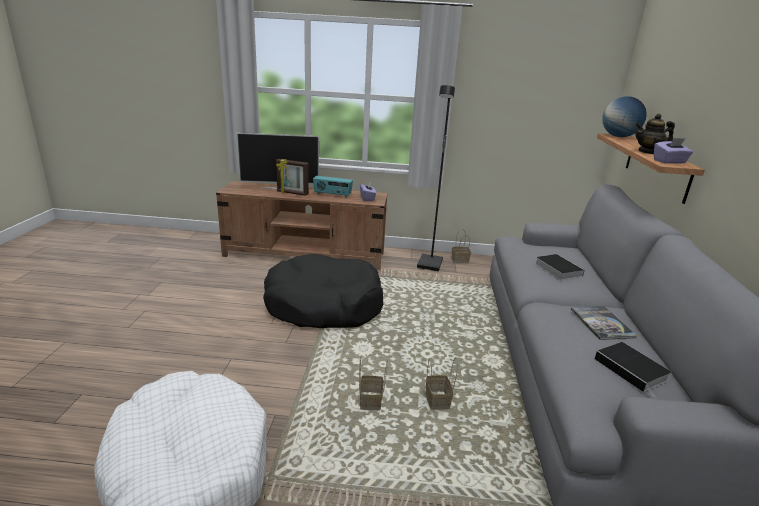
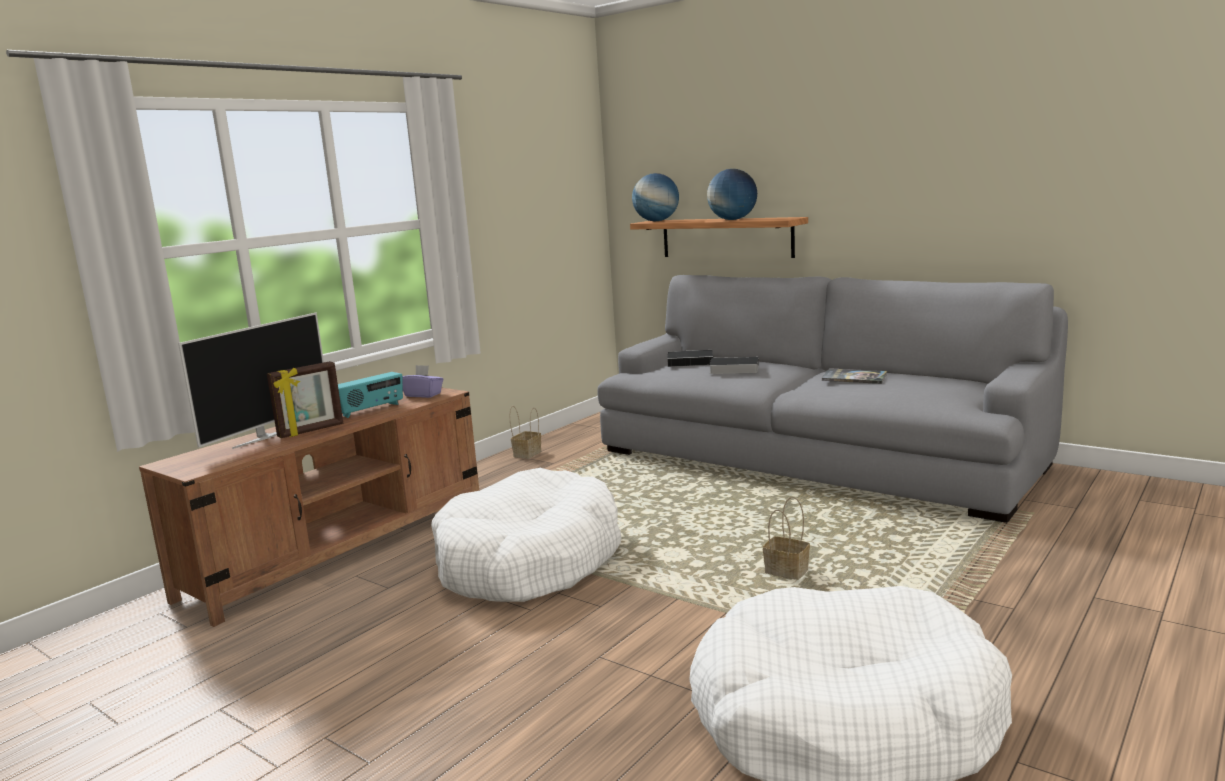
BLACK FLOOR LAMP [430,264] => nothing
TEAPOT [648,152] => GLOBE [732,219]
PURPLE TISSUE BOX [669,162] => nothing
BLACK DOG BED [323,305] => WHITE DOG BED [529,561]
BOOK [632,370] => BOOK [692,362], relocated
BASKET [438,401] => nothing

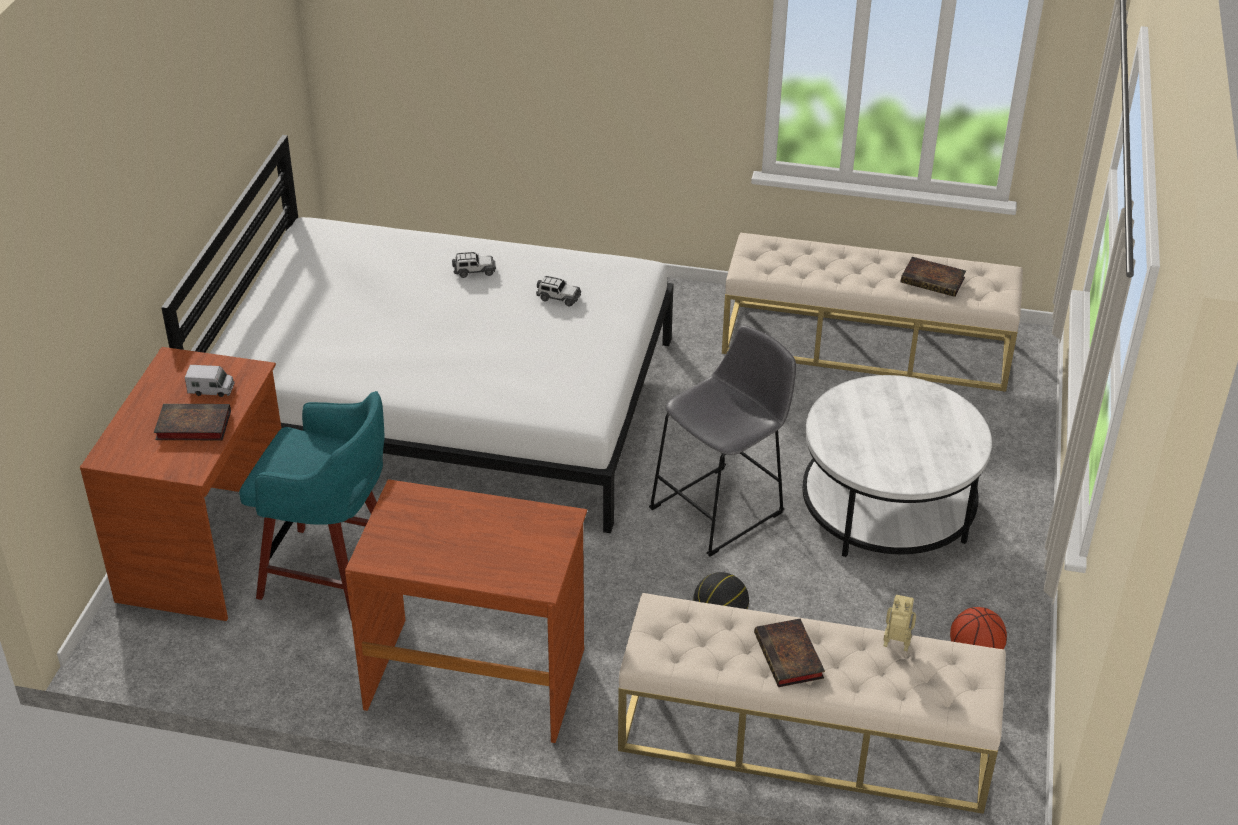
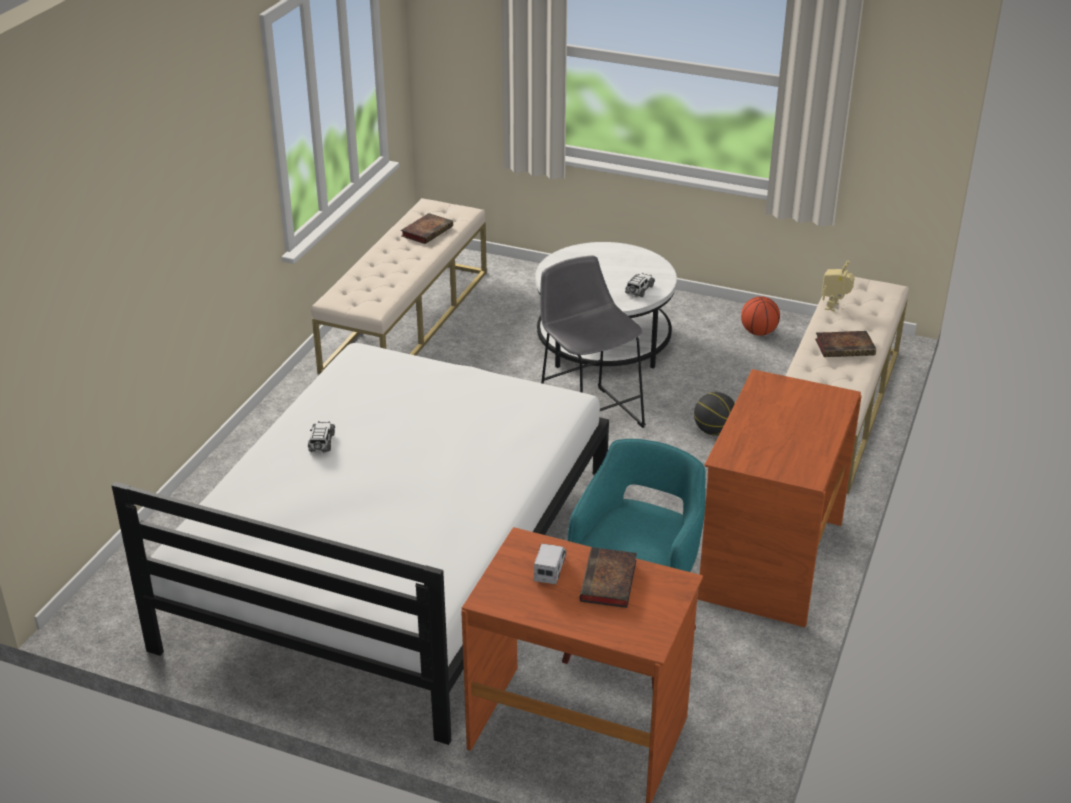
TOY CAR [558,298] => TOY CAR [639,290], relocated

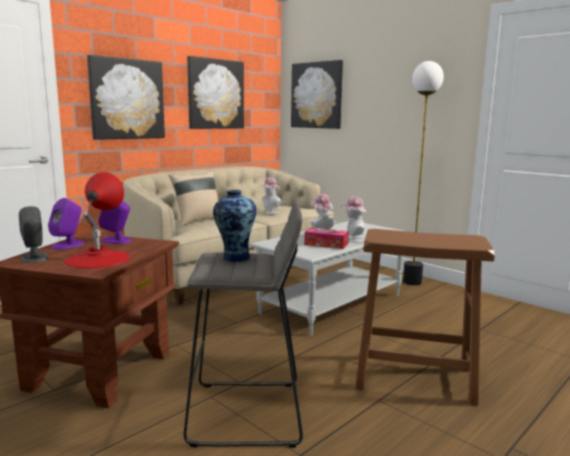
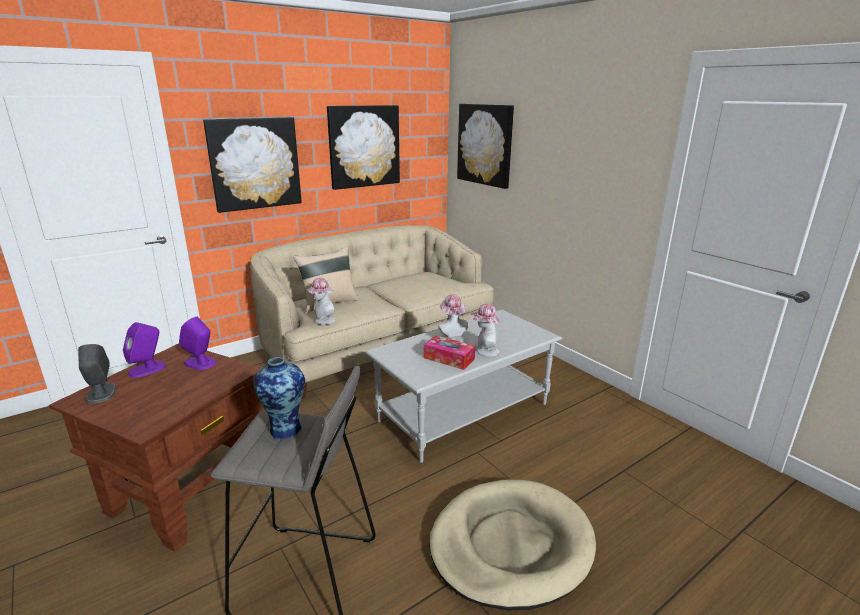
FLOOR LAMP [412,282] => nothing
RED TABLE LAMP [97,259] => nothing
HAT [270,212] => HAT [323,321], relocated
BROWN STOOL [413,377] => BEIGE DOG BED [510,545]

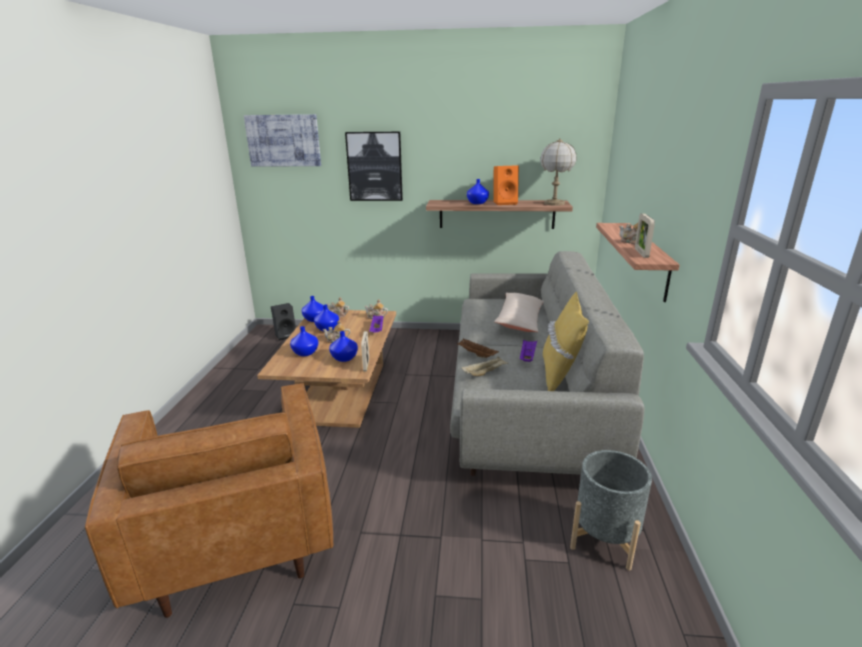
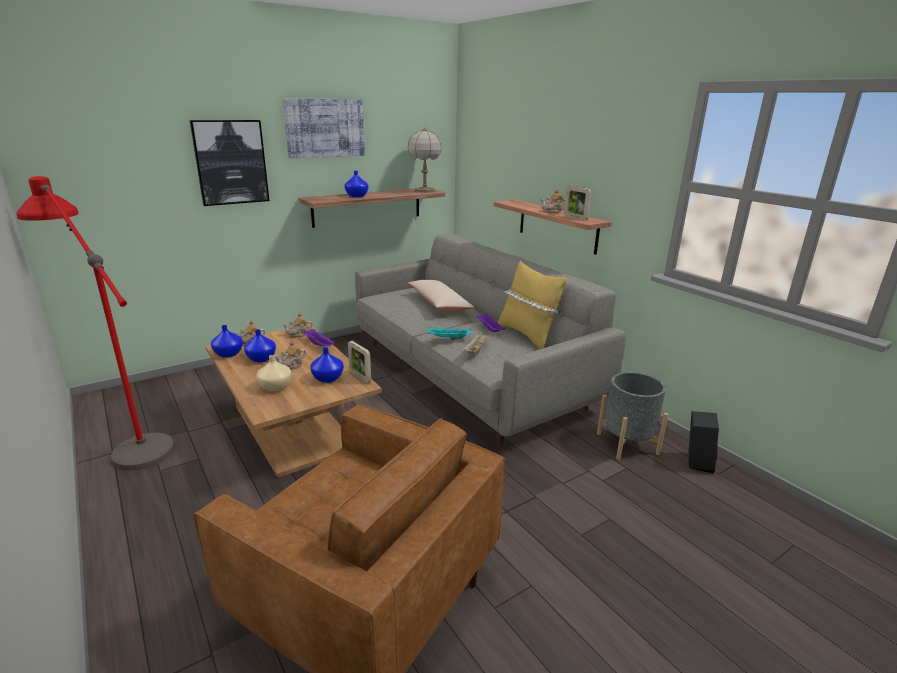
PICTURE [283,140] => PICTURE [325,128], relocated
ORANGE SPEAKER [505,203] => nothing
BLACK SPEAKER [286,335] => BLACK SPEAKER [696,461], relocated
BLUE VASE [305,353] => BEIGE VASE [275,387]
BROWN TRAY [476,354] => TURQUOISE TRAY [448,338]
nothing => RED FLOOR LAMP [127,437]

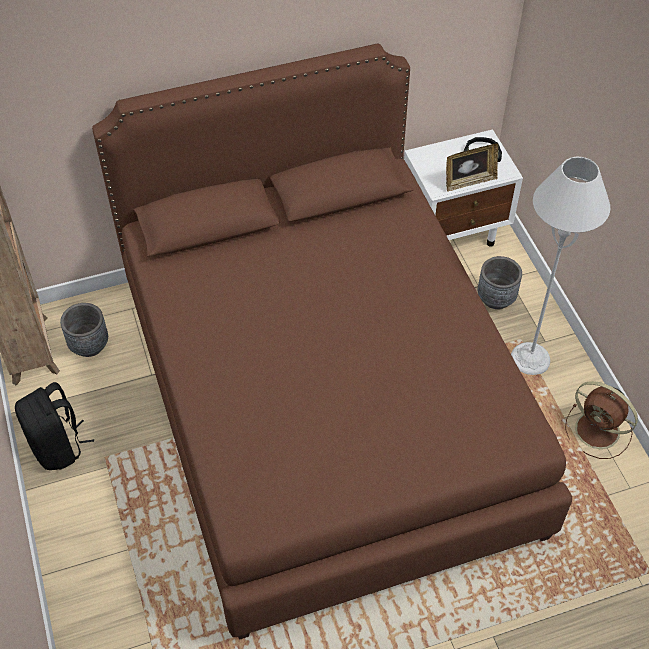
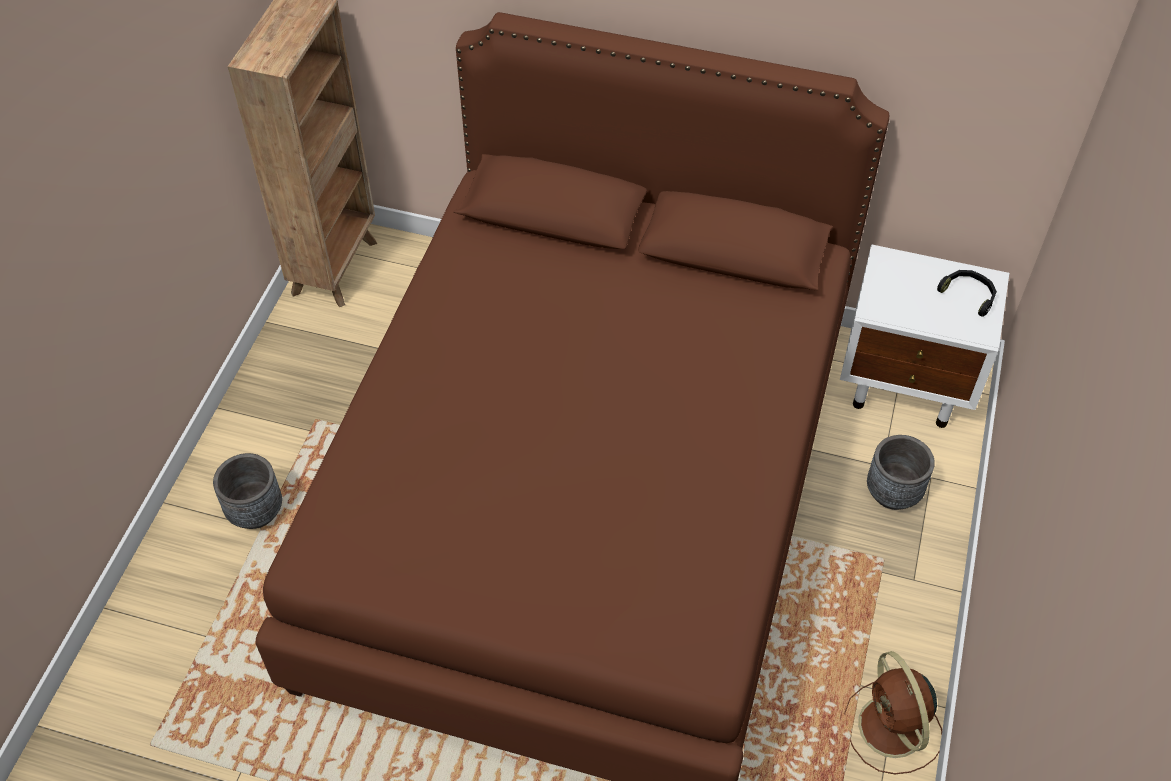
PICTURE FRAME [469,181] => nothing
GREY FLOOR LAMP [530,359] => nothing
GREY PLANTER [89,345] => GREY PLANTER [255,511], relocated
BLACK BACKPACK [58,446] => nothing

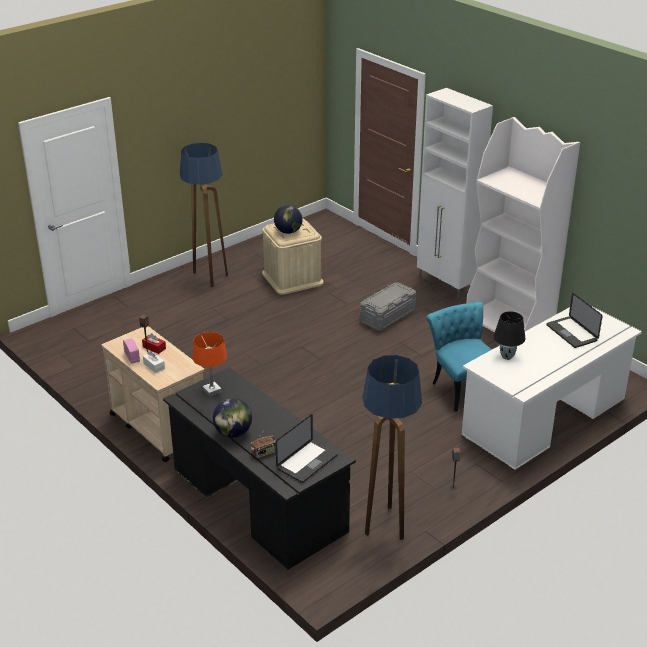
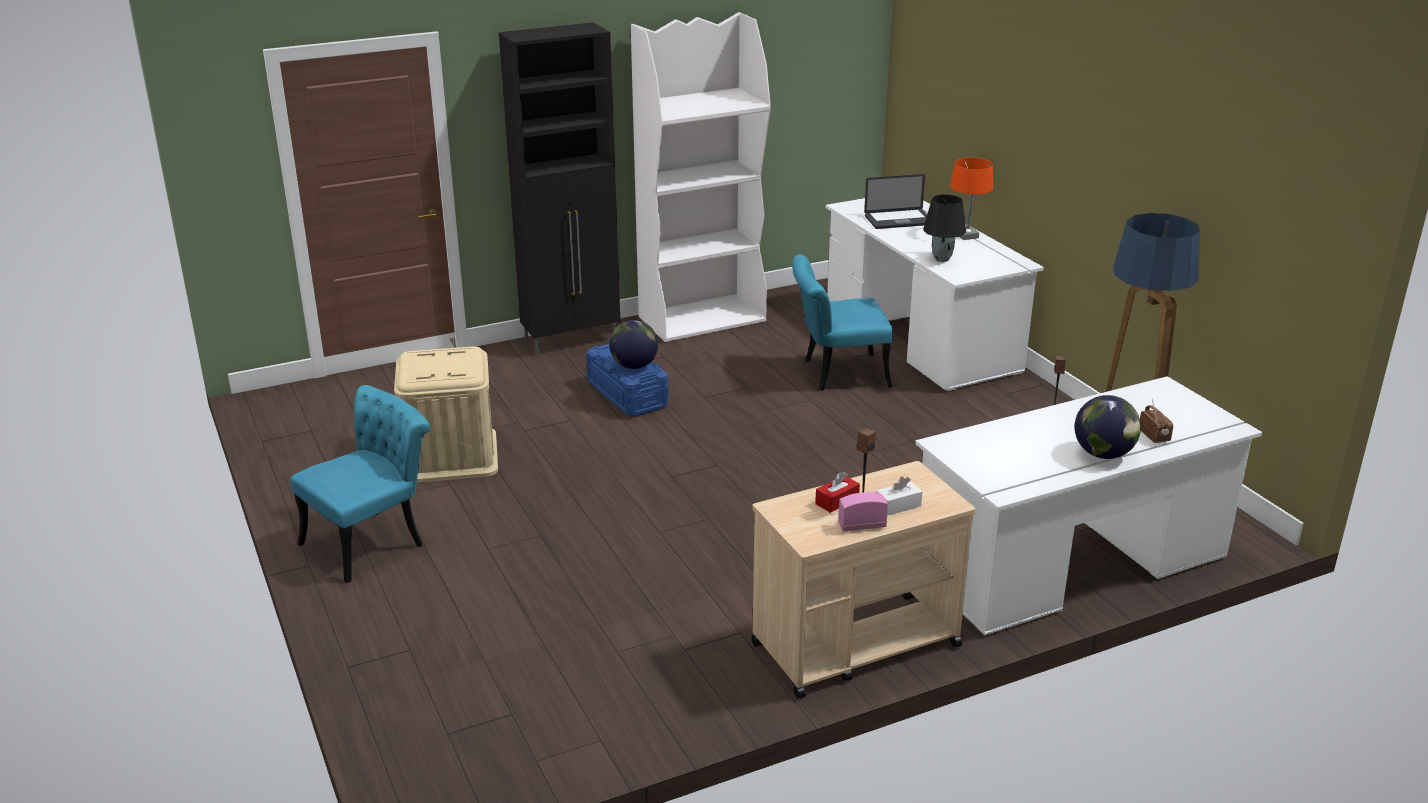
WHITE CABINET [446,285] => BLACK CABINET [572,340]
FLOOR LAMP [208,277] => TURQUOISE CHAIR [373,540]
GLOBE [288,231] => GLOBE [634,366], relocated
GREY STORAGE BOX [387,316] => BLUE STORAGE BOX [627,394]
ORANGE TABLE LAMP [212,391] => ORANGE TABLE LAMP [967,236], relocated
BLACK DESK [258,501] => WHITE DESK [1071,565]
LAPTOP [307,462] => nothing

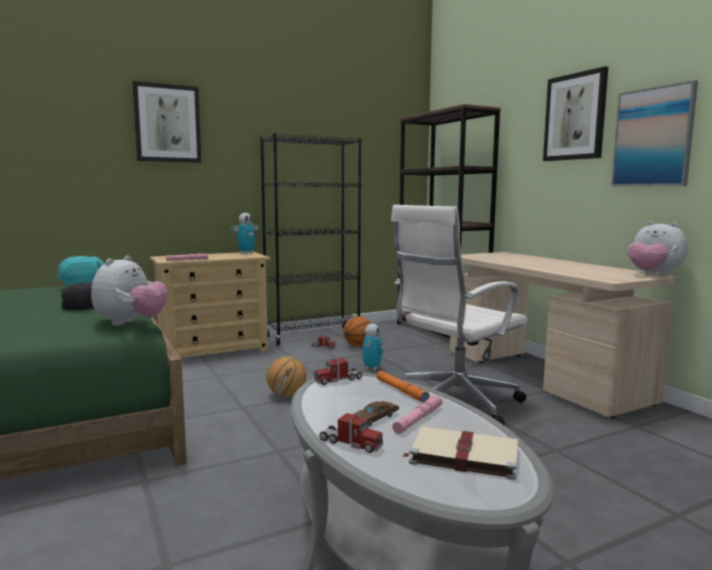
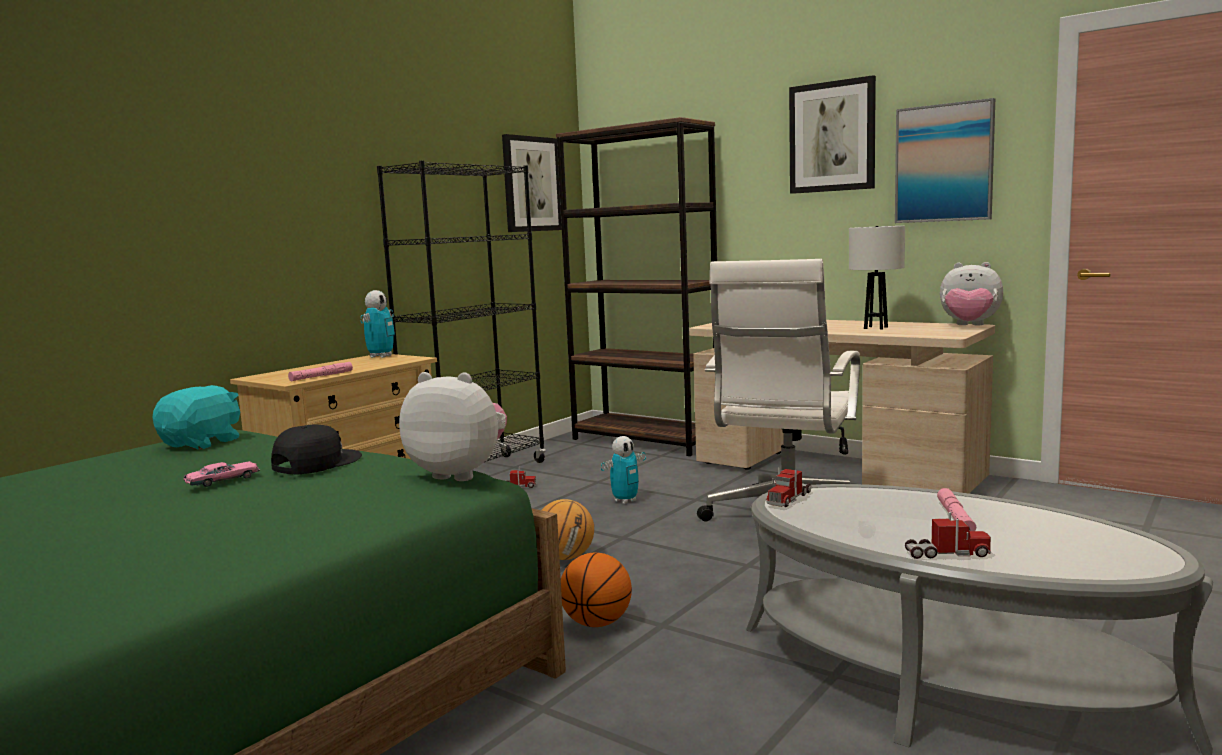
PICTURE [167,123] => PICTURE [531,184], relocated
PLUSH TOY [131,323] => PLUSH TOY [460,474], 60 degrees counterclockwise
BASKETBALL [358,345] => BASKETBALL [597,623], relocated
TOY ROBOT [372,368] => TOY ROBOT [625,501], 60 degrees clockwise
ORANGE FLASHLIGHT [401,391] => nothing
BROWN TOY CAR [374,419] => nothing
BEIGE BOOK [462,455] => nothing
nothing => WHITE TABLE LAMP [875,328]
nothing => PINK TOY CAR [223,480]

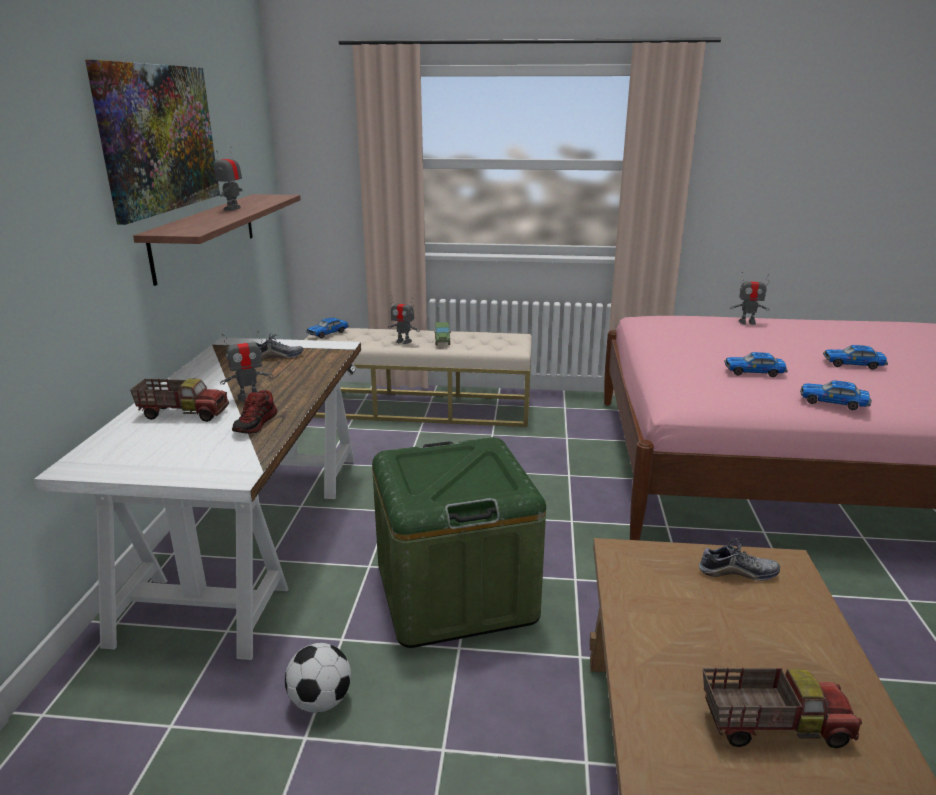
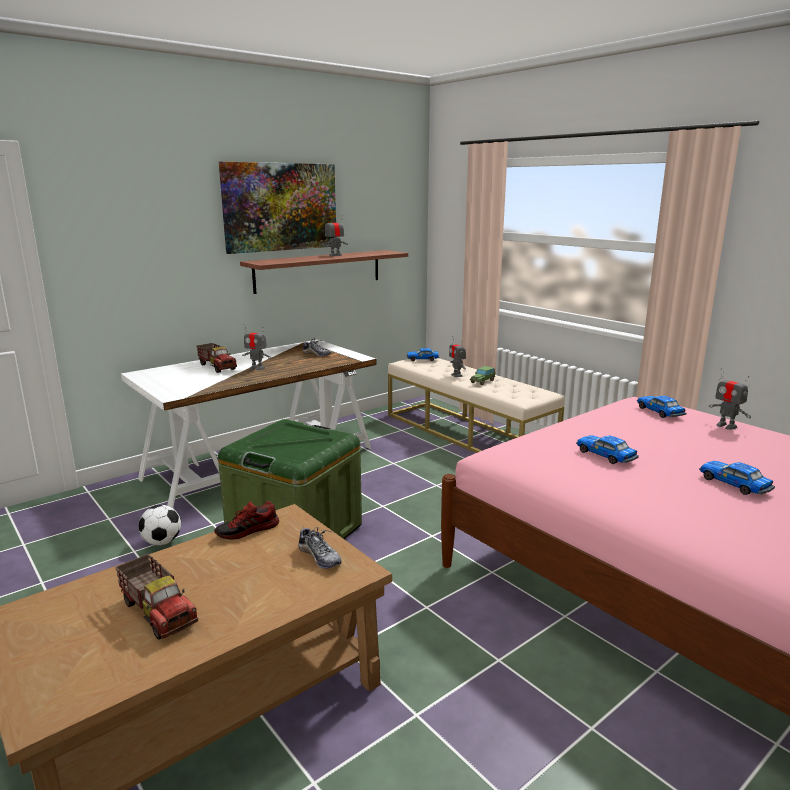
TOY CAR [833,402] => TOY CAR [660,412], relocated
SHOE [256,424] => SHOE [248,531], relocated

